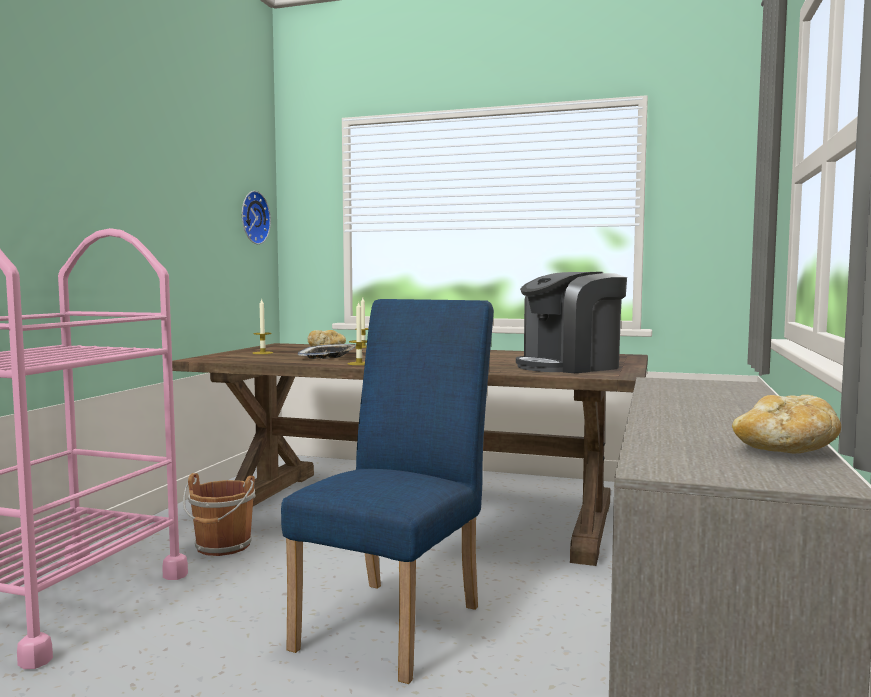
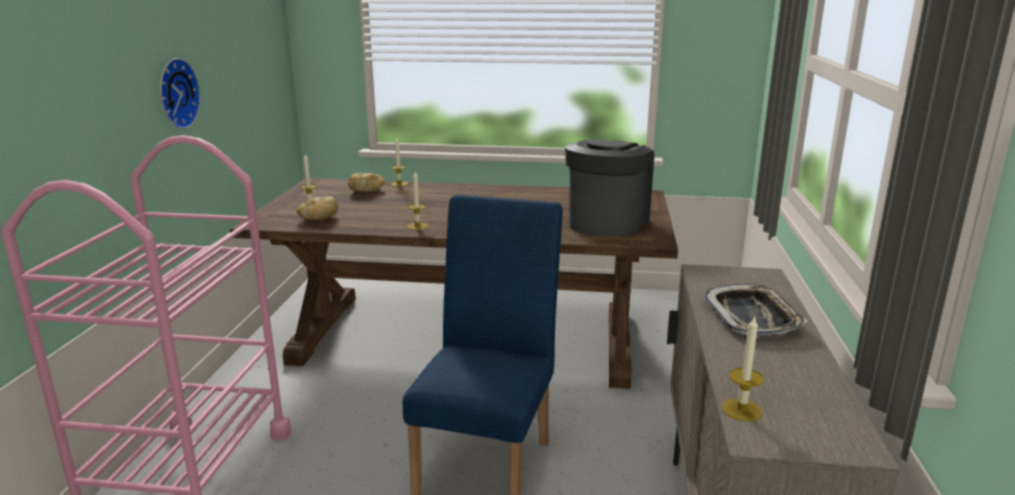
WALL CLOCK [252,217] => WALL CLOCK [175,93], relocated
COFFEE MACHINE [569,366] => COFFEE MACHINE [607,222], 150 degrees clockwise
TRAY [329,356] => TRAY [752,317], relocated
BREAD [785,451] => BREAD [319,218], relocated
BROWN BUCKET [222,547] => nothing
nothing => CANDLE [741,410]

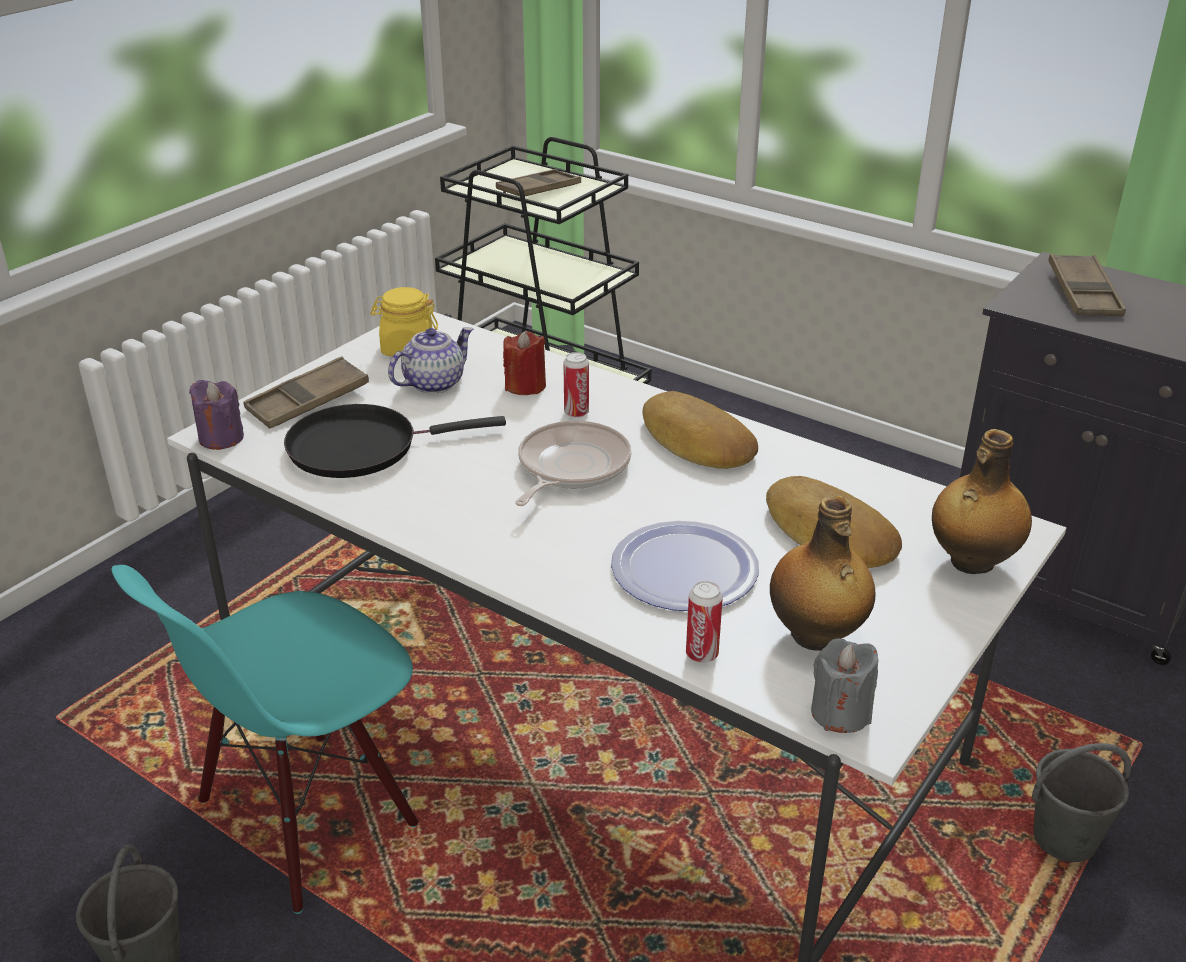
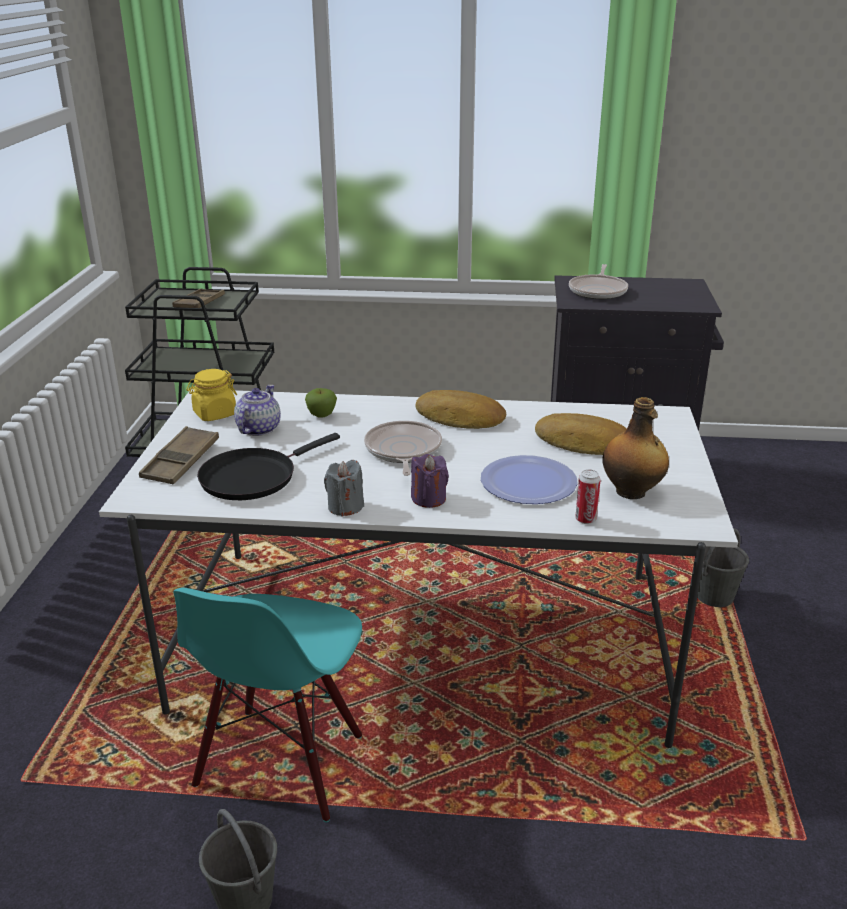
BROWN TRAY [1083,293] => FRYING PAN [598,291]
RED CANDLE [525,386] => APPLE [321,415]
CAN [576,413] => nothing
PURPLE CANDLE [221,438] => PURPLE CANDLE [428,499], relocated
BOTTLE [970,562] => nothing
GREY CANDLE [840,713] => GREY CANDLE [345,507], relocated

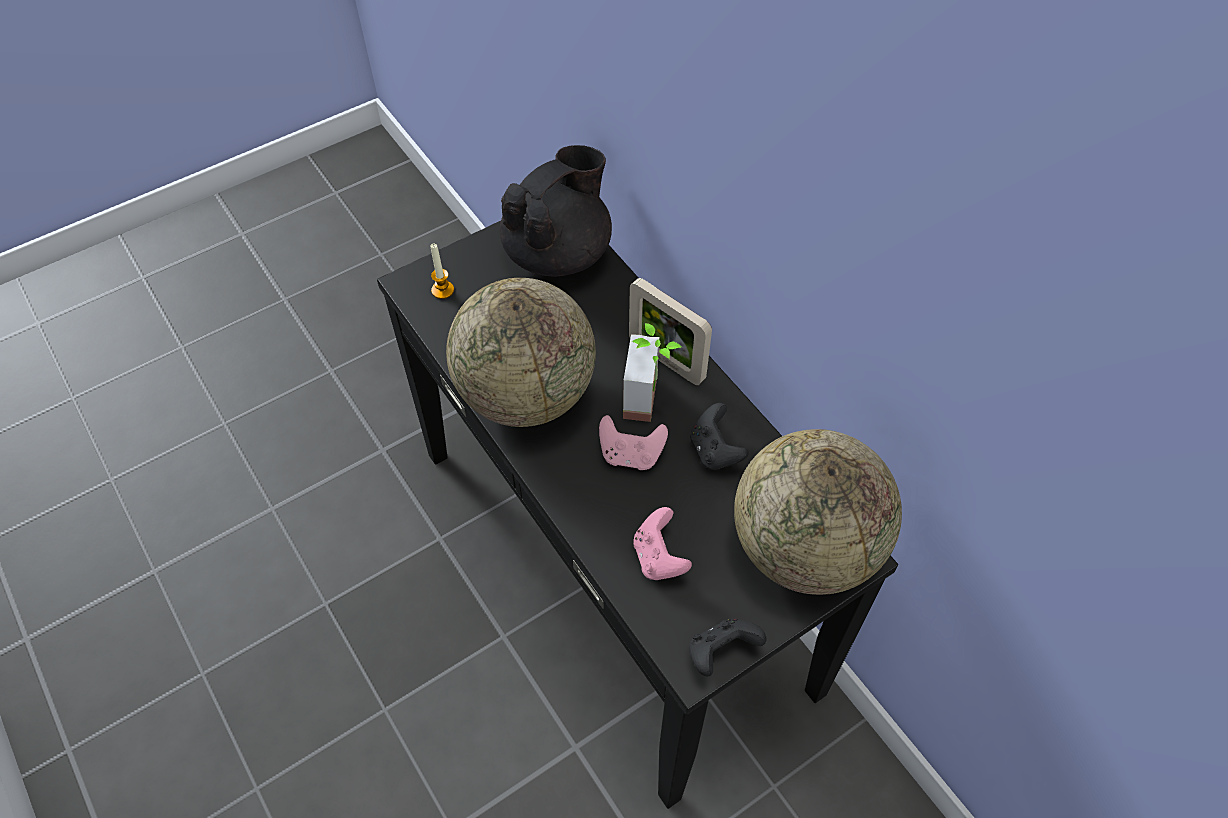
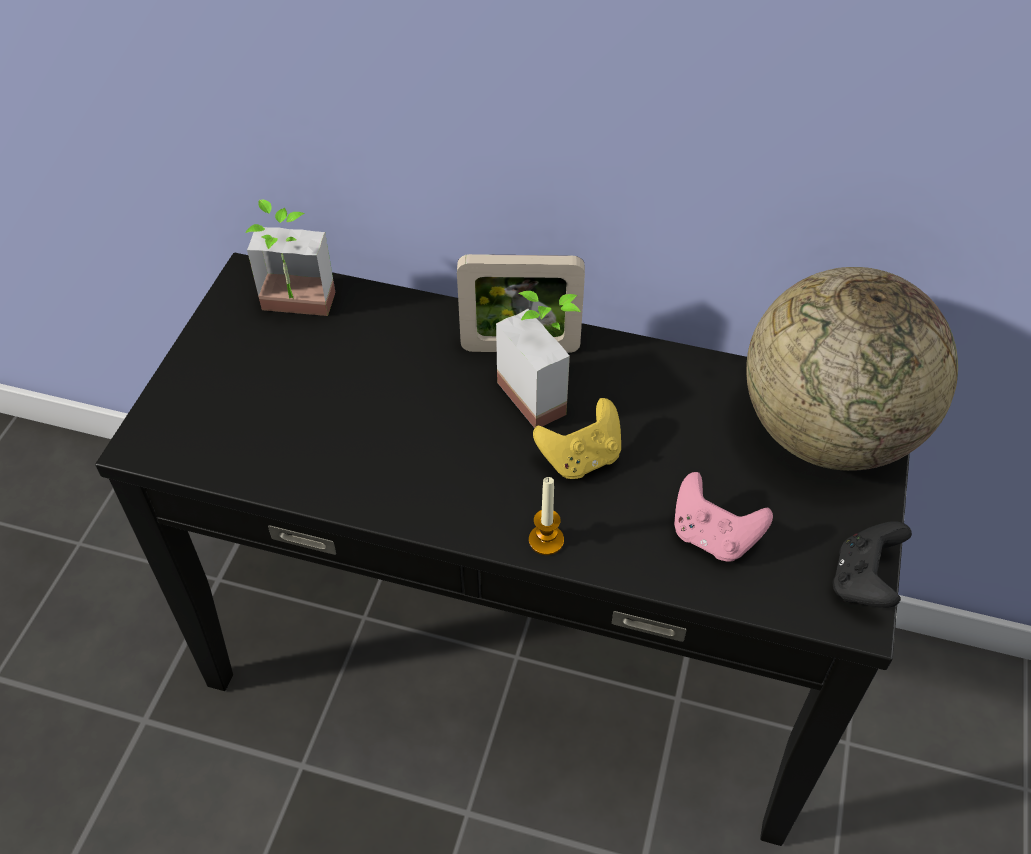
BLACK TEAPOT [559,252] => POTTED PLANT [295,311]
CANDLE [442,290] => CANDLE [546,540], relocated
GLOBE [526,394] => nothing
BLACK GAME CONTROLLER [714,451] => nothing
PINK GAME CONTROLLER [631,454] => YELLOW GAME CONTROLLER [581,458]

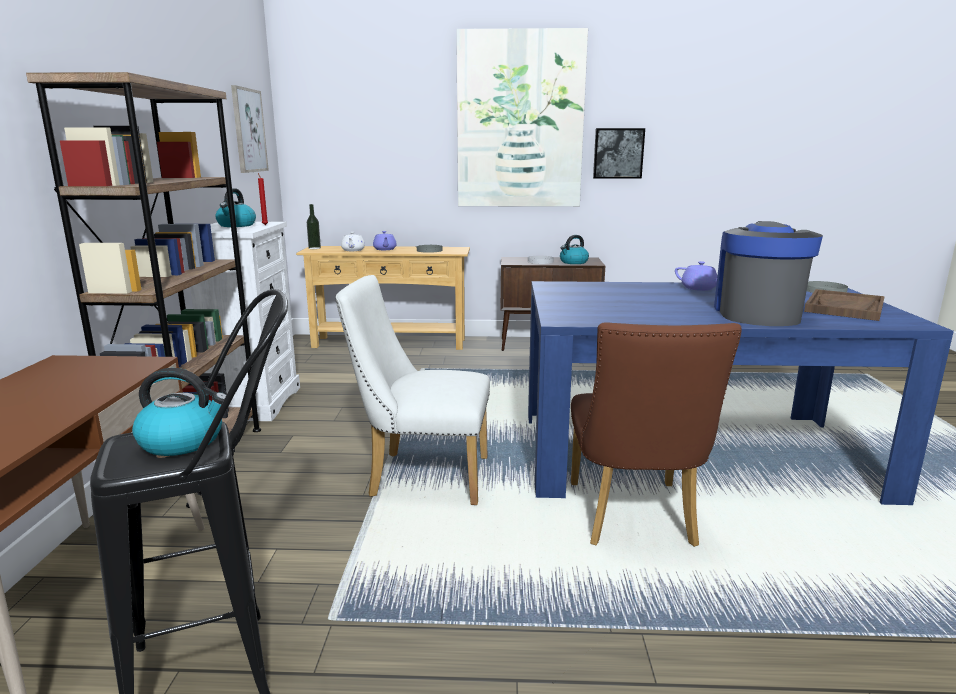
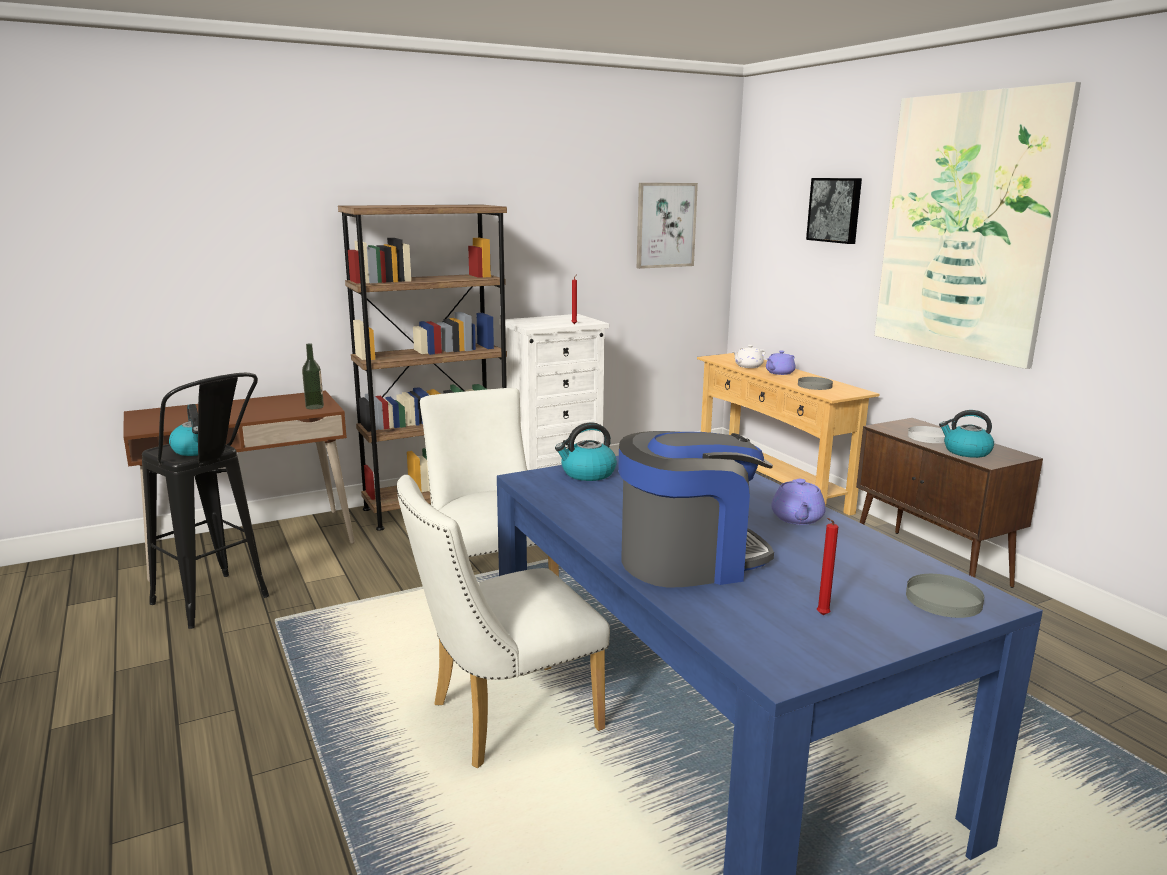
PICTURE [618,153] => PICTURE [835,210], relocated
KETTLE [236,225] => KETTLE [587,474], relocated
BOTTLE [314,248] => BOTTLE [314,407], relocated
BROWN TRAY [844,307] => RED CANDLE [821,616]
BROWN CHAIR [633,519] => WHITE CHAIR [503,719]

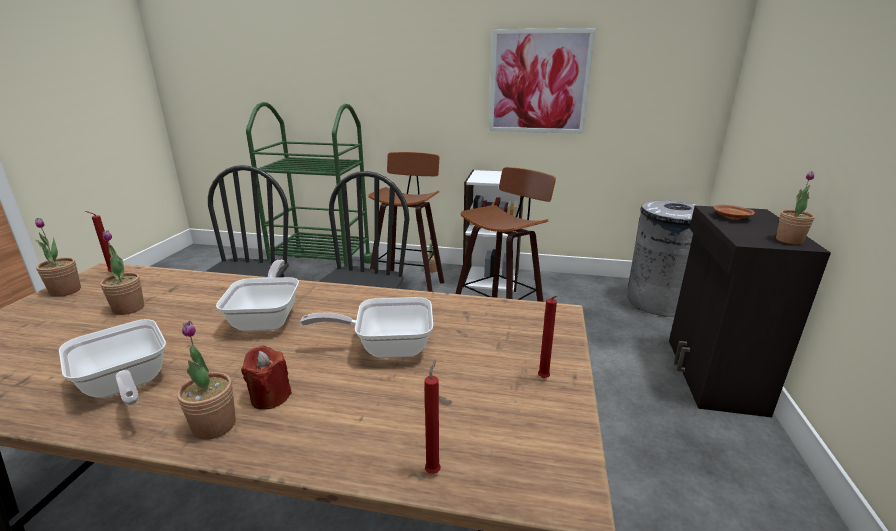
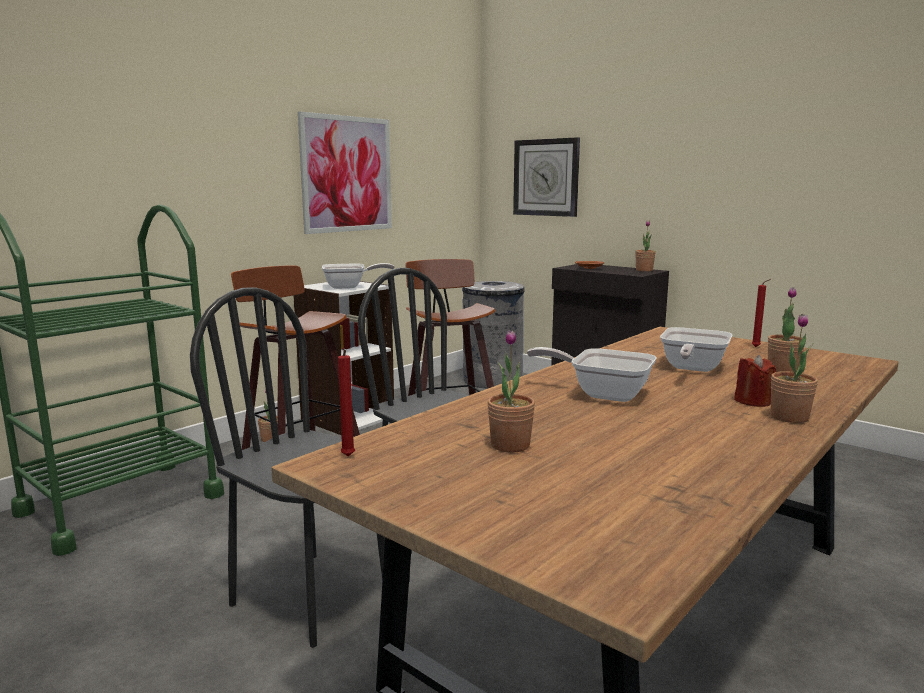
POTTED PLANT [65,291] => POTTED PLANT [782,371], relocated
FRYING PAN [125,386] => FRYING PAN [349,287], relocated
RED CANDLE [433,470] => nothing
nothing => WALL CLOCK [546,177]

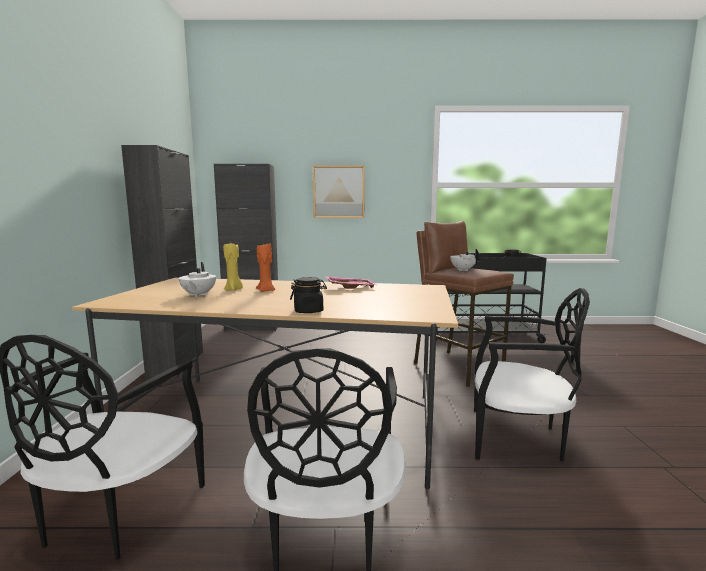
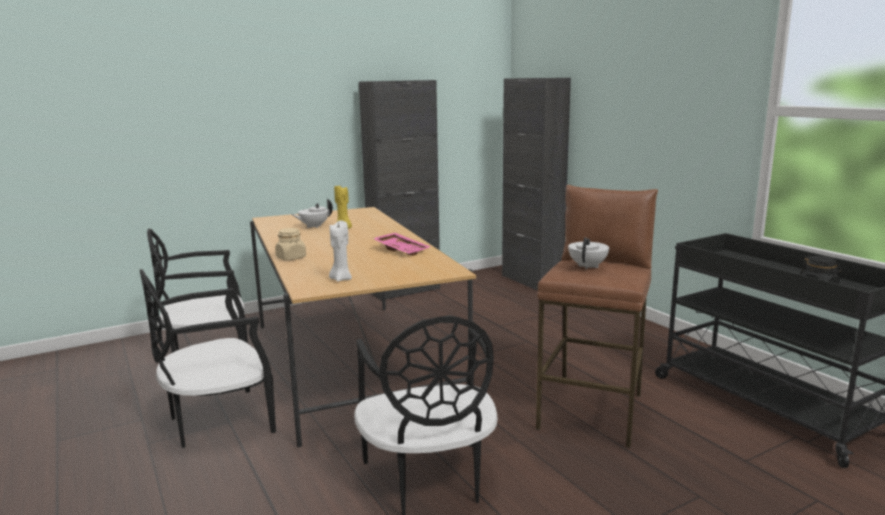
PICTURE [338,192] => nothing
ORANGE CANDLE [266,290] => nothing
BLACK JAR [308,311] => BEIGE JAR [291,258]
nothing => WHITE CANDLE [341,279]

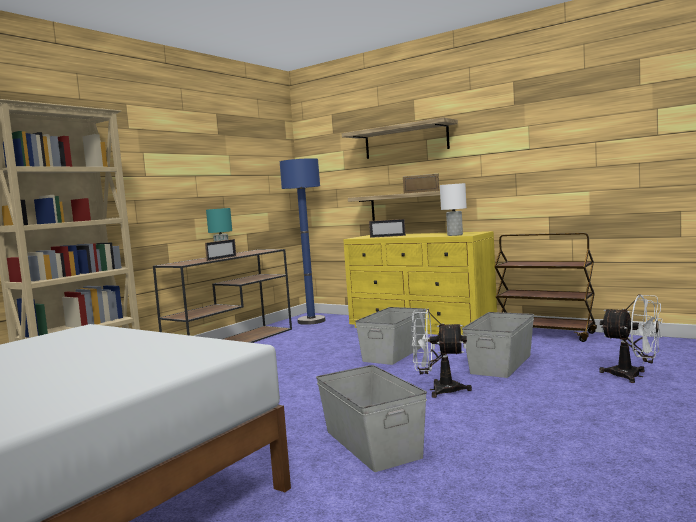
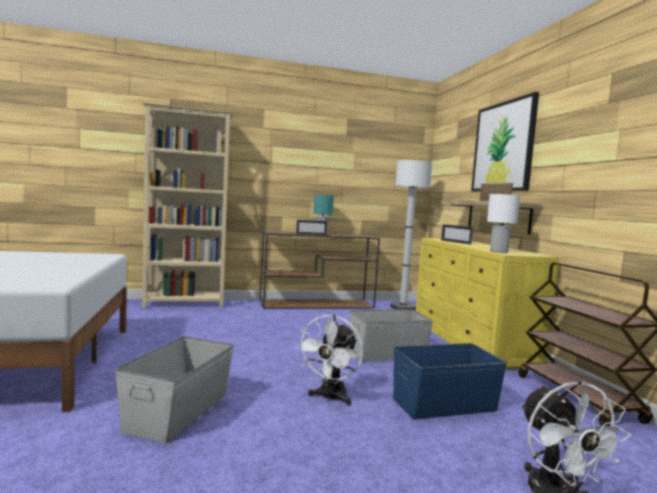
SHELF [405,140] => PICTURE [503,147]
BLUE FLOOR LAMP [311,321] => WHITE FLOOR LAMP [403,307]
WHITE FAN [438,390] => WHITE FAN [330,398], 120 degrees counterclockwise
GREY STORAGE BOX [502,364] => BLUE STORAGE BOX [445,404]

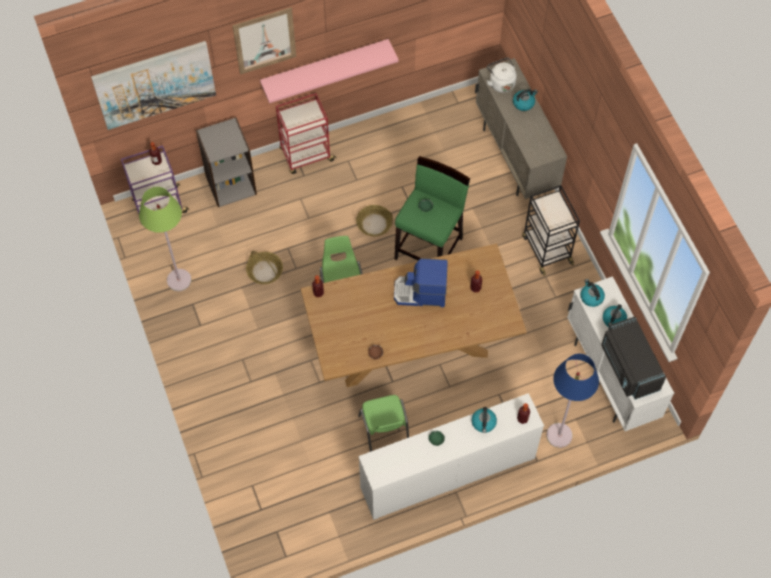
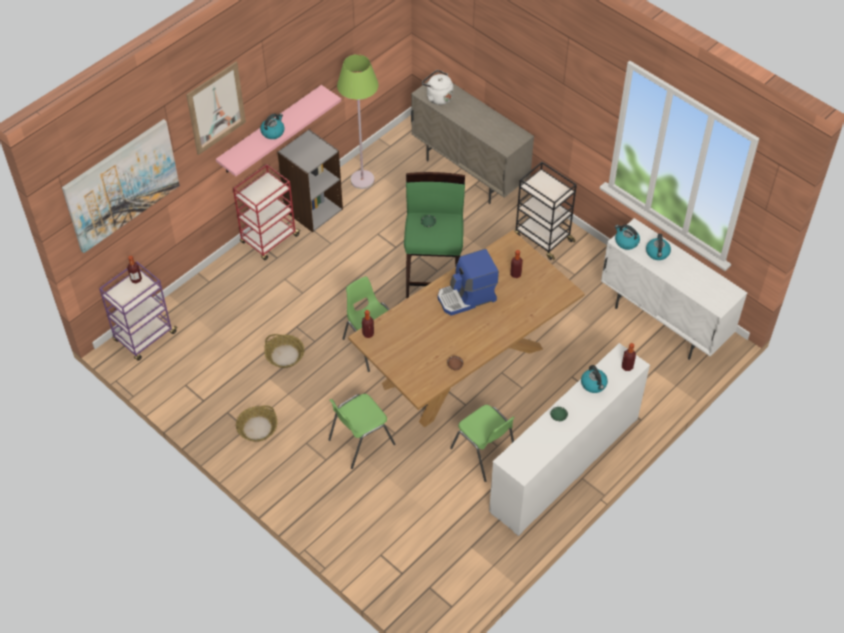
KETTLE [523,103] => KETTLE [273,132], relocated
GREY BOOKCASE [231,184] => GREY BOOKCASE [313,209], relocated
GREEN FLOOR LAMP [179,280] => GREEN FLOOR LAMP [362,180], relocated
BASKET [374,224] => BASKET [257,428], relocated
BLACK MICROWAVE [628,366] => nothing
BLUE FLOOR LAMP [559,435] => nothing
nothing => GREEN CHAIR [360,441]

